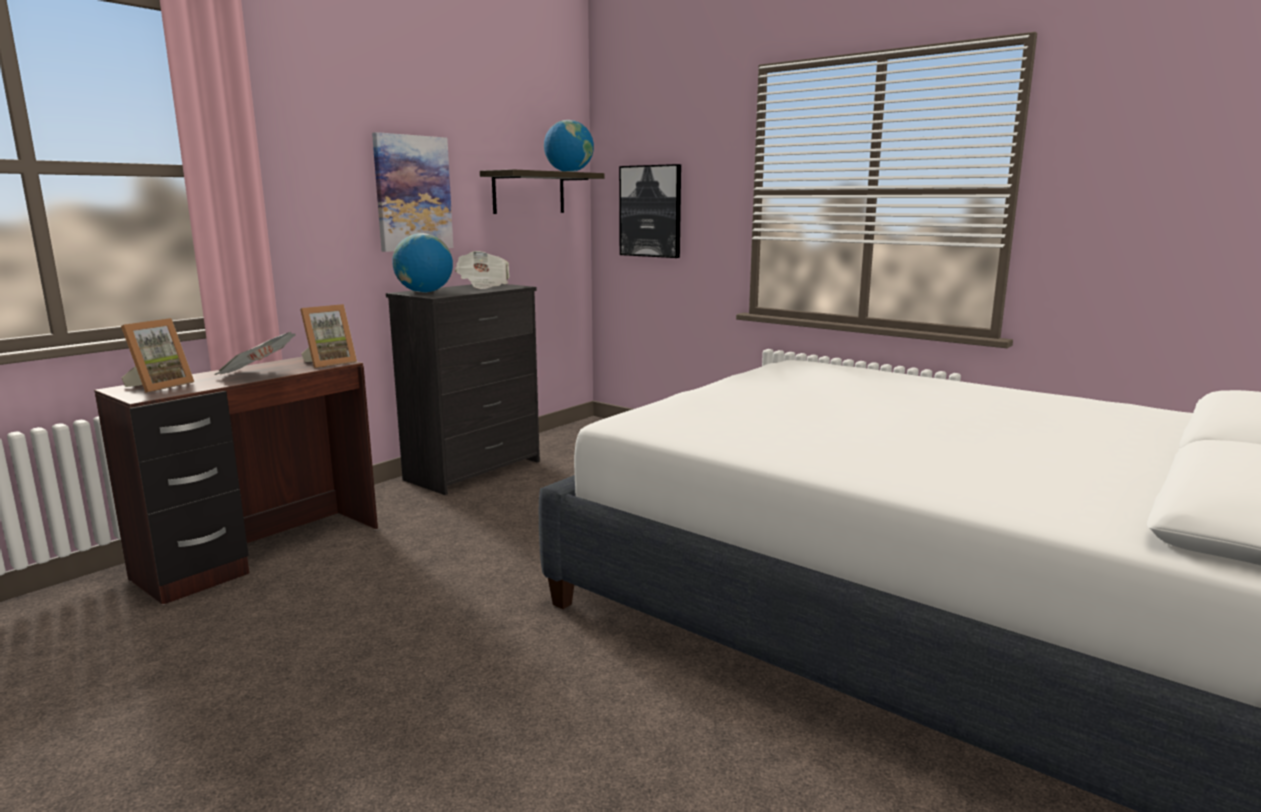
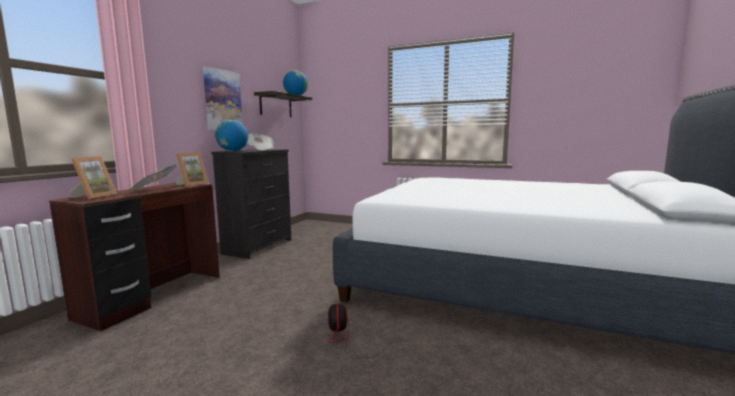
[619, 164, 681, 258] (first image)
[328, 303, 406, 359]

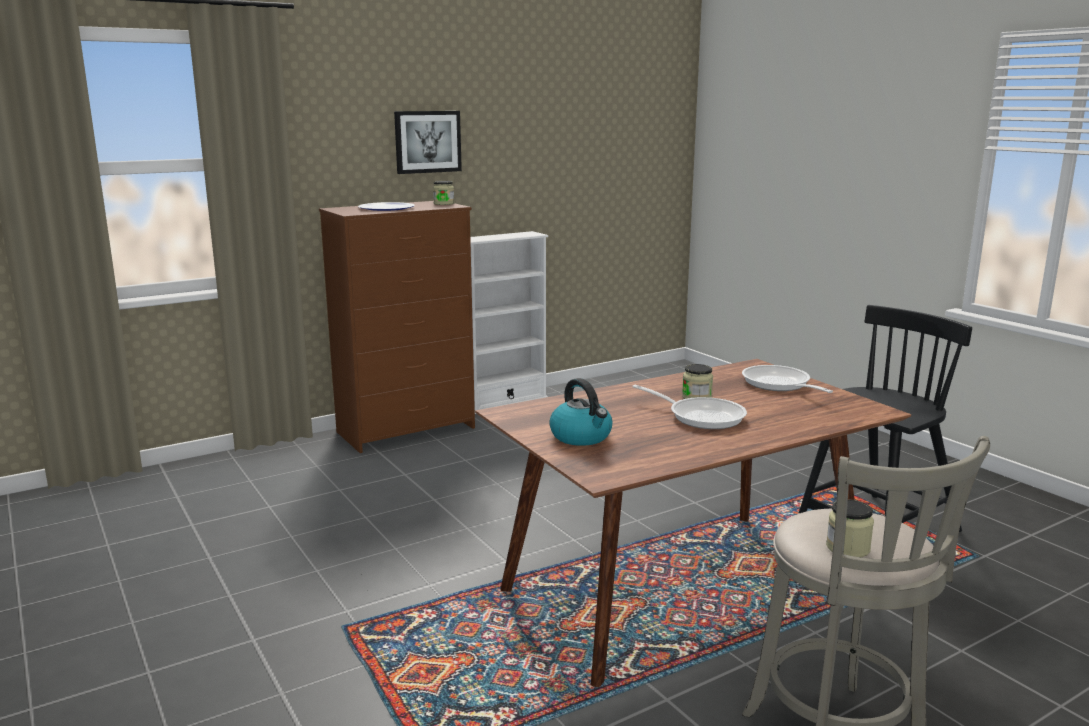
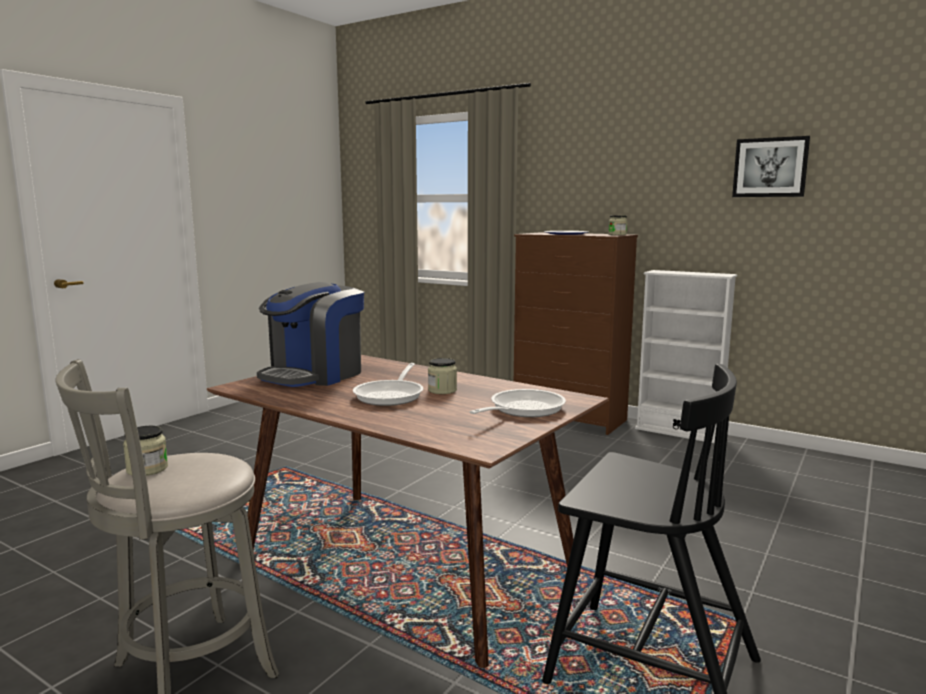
[732, 136, 810, 197]
[257, 282, 364, 387]

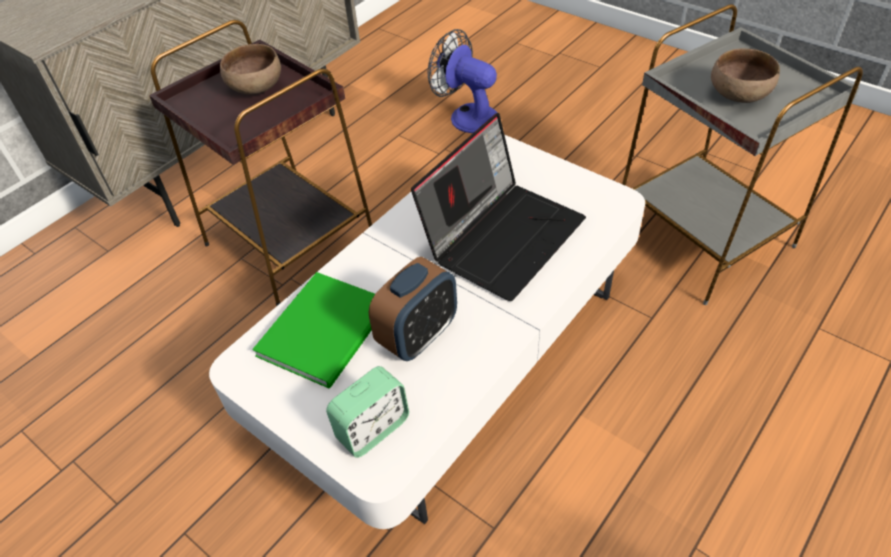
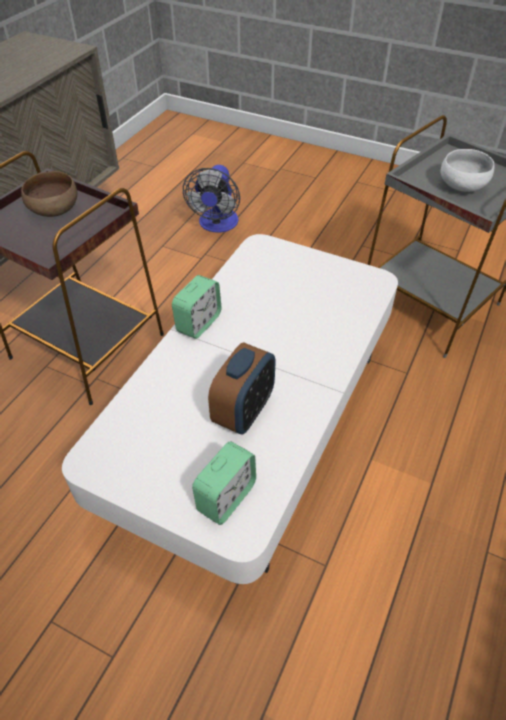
[252, 272, 375, 388] (first image)
[411, 113, 586, 301] (first image)
[172, 275, 222, 339]
[441, 149, 494, 192]
[183, 165, 240, 233]

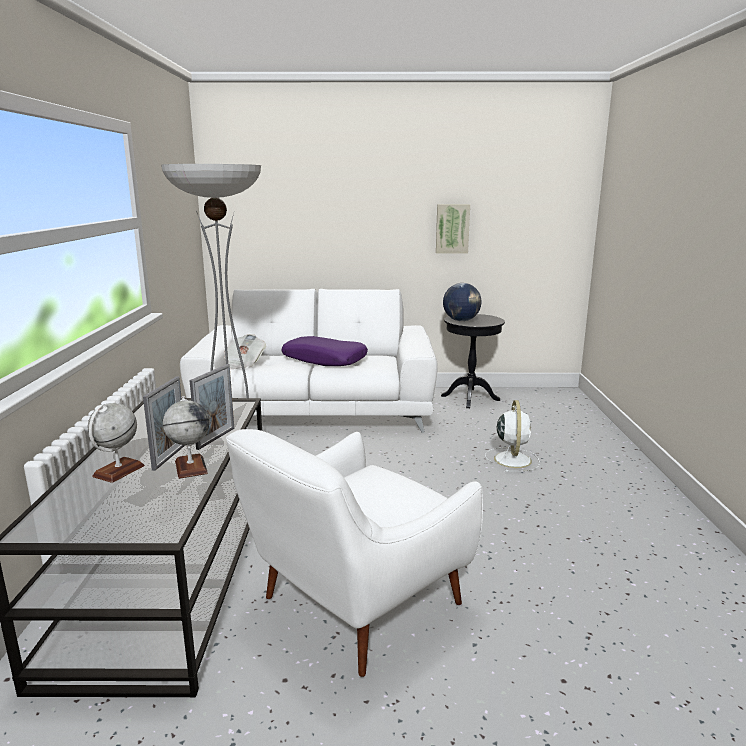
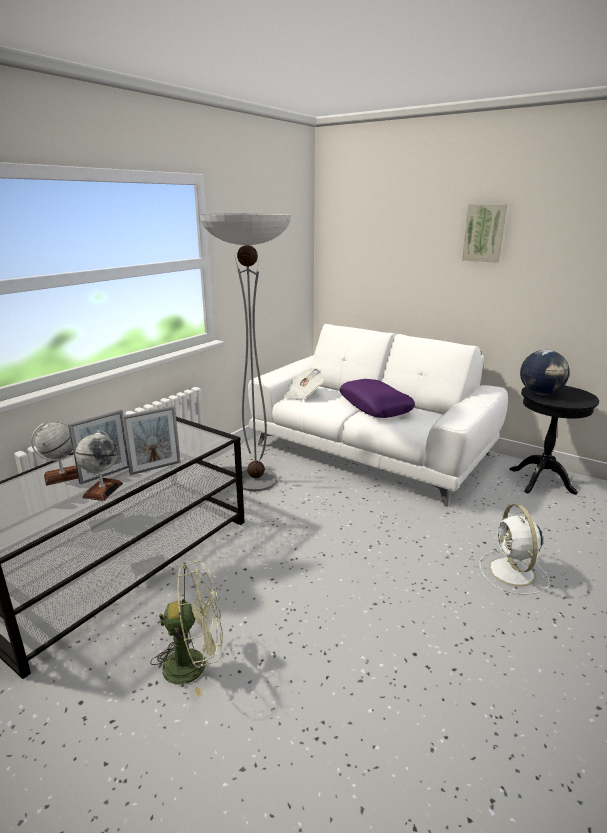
[462, 204, 507, 263]
[150, 561, 223, 698]
[479, 504, 550, 595]

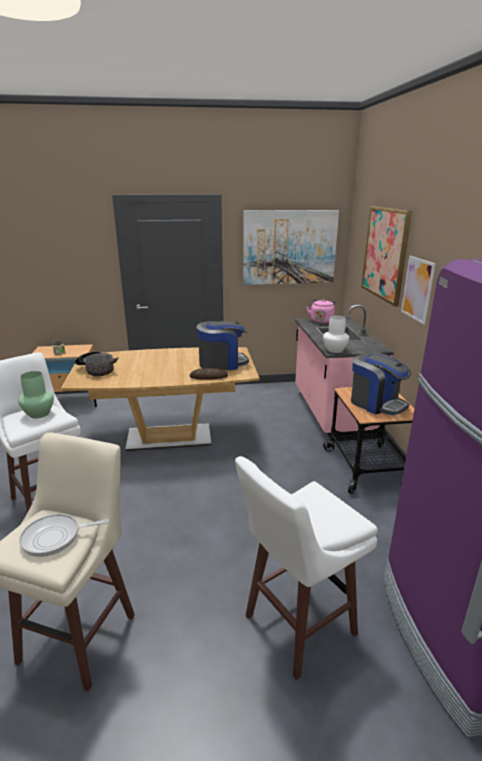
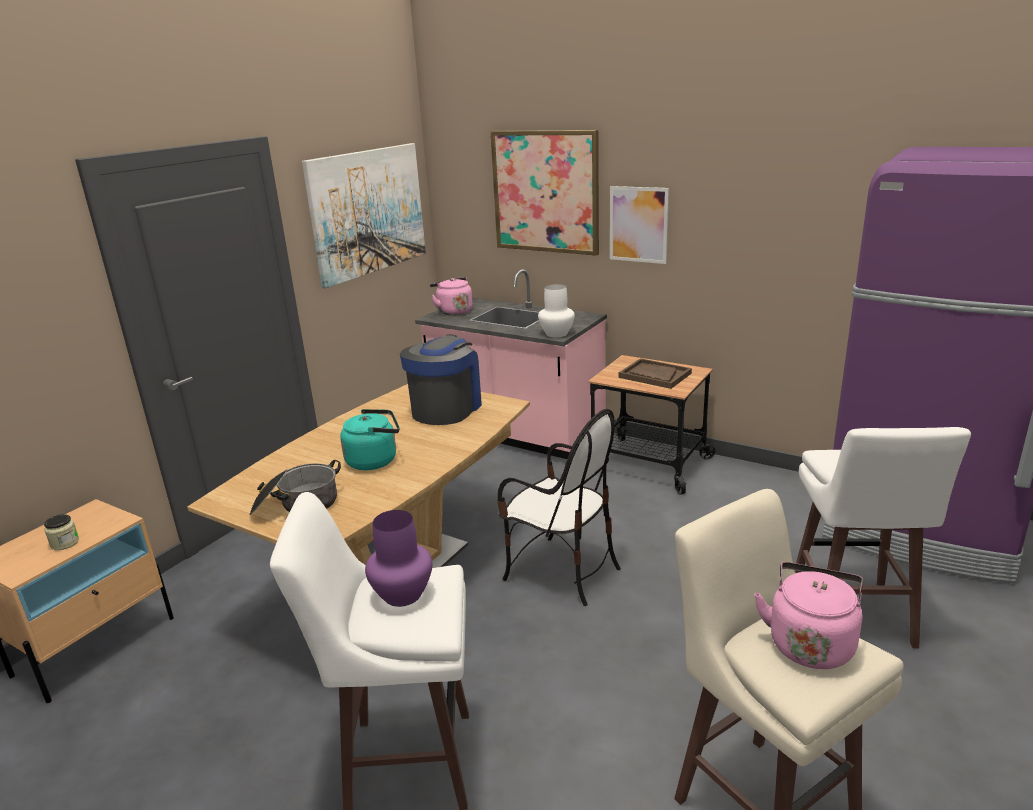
[190, 368, 228, 380] (first image)
[340, 409, 400, 470]
[497, 409, 621, 606]
[754, 562, 863, 669]
[619, 358, 692, 389]
[365, 510, 432, 607]

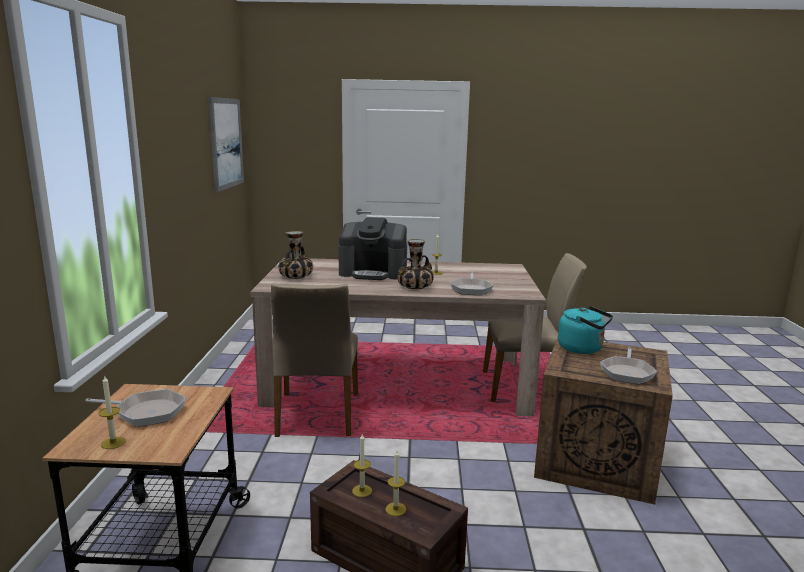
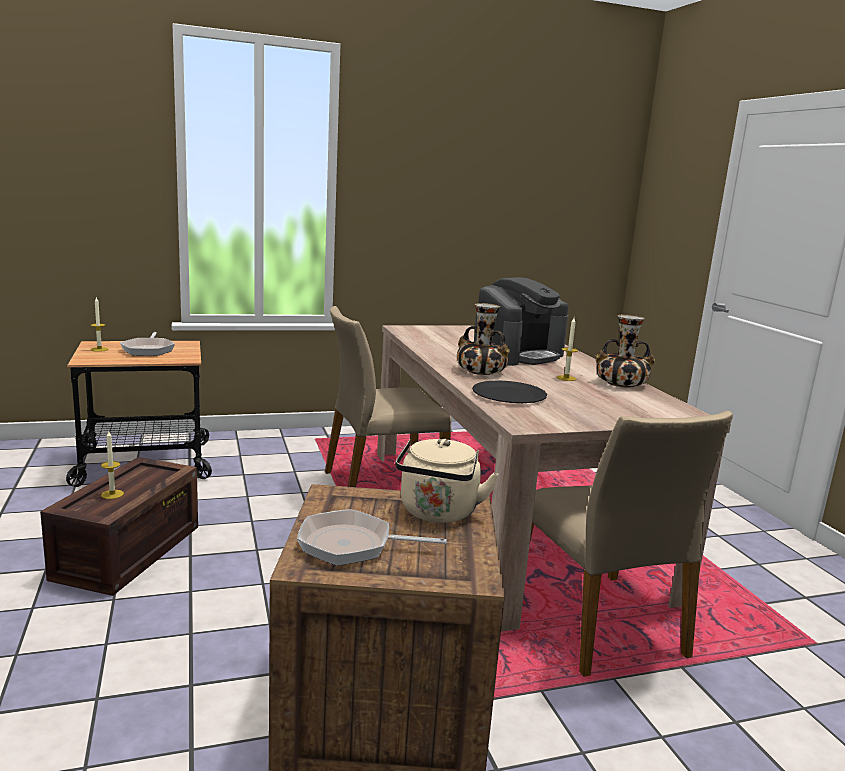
[209, 97, 244, 192] (first image)
[352, 434, 372, 497] (first image)
[595, 314, 655, 388]
[472, 380, 547, 403]
[395, 438, 499, 523]
[474, 277, 568, 366]

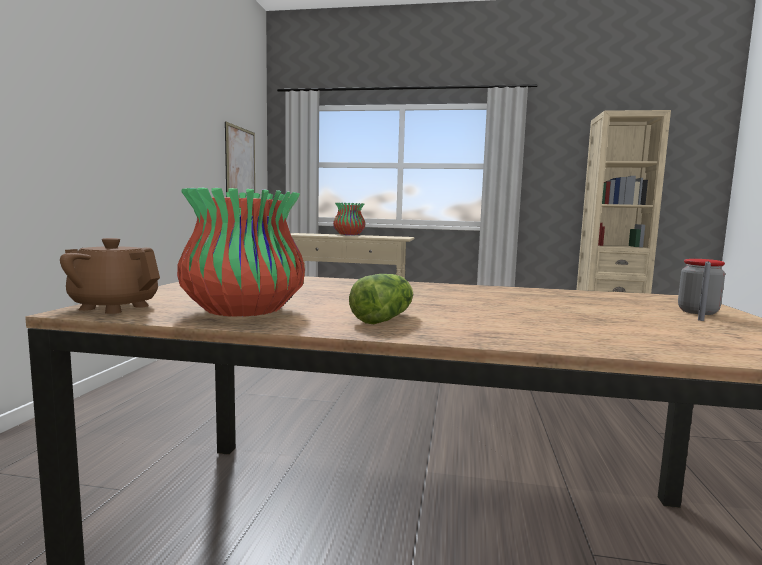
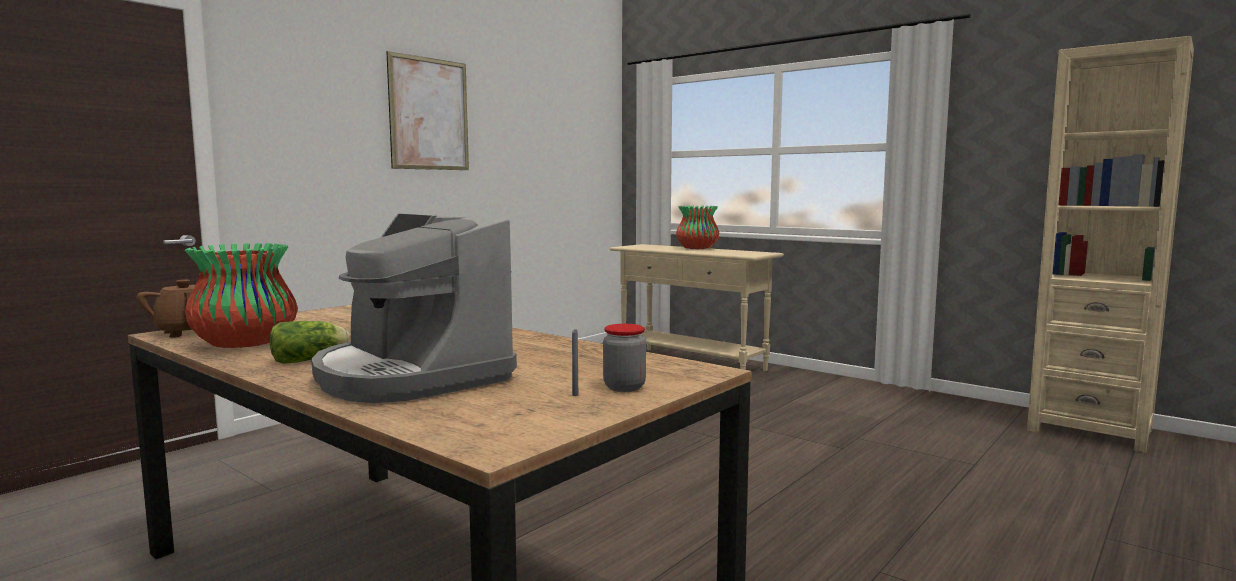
[311, 214, 517, 403]
[386, 51, 469, 170]

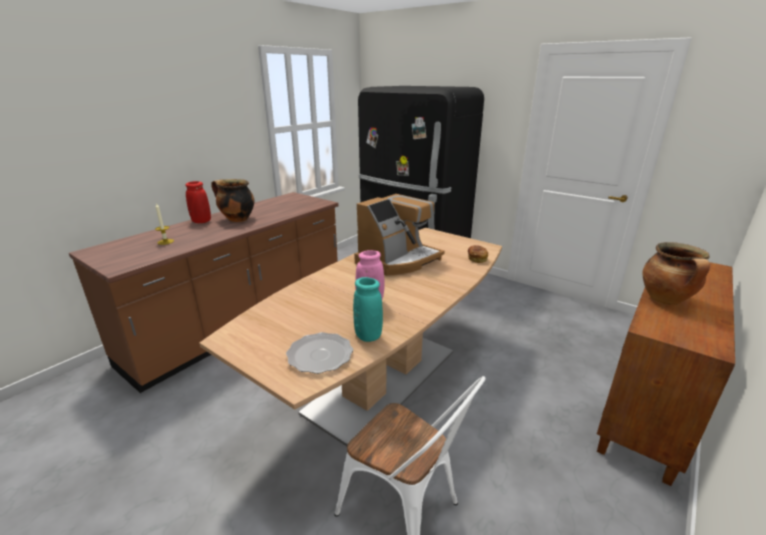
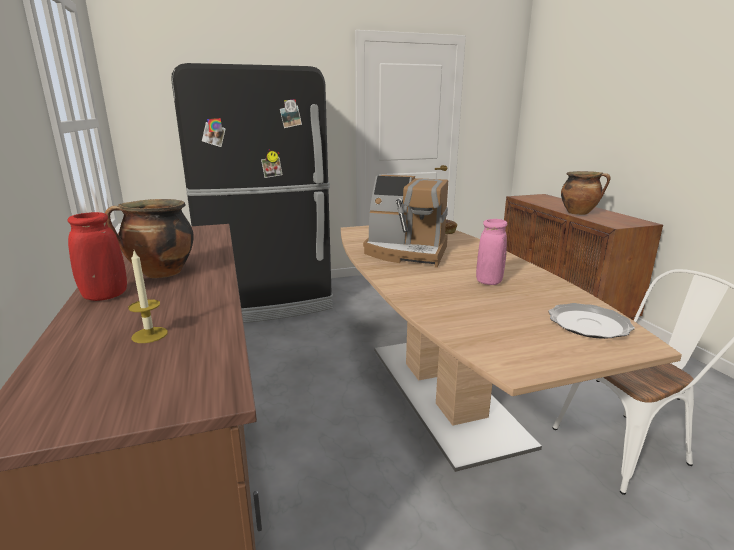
[353, 277, 383, 342] (first image)
[363, 175, 448, 268]

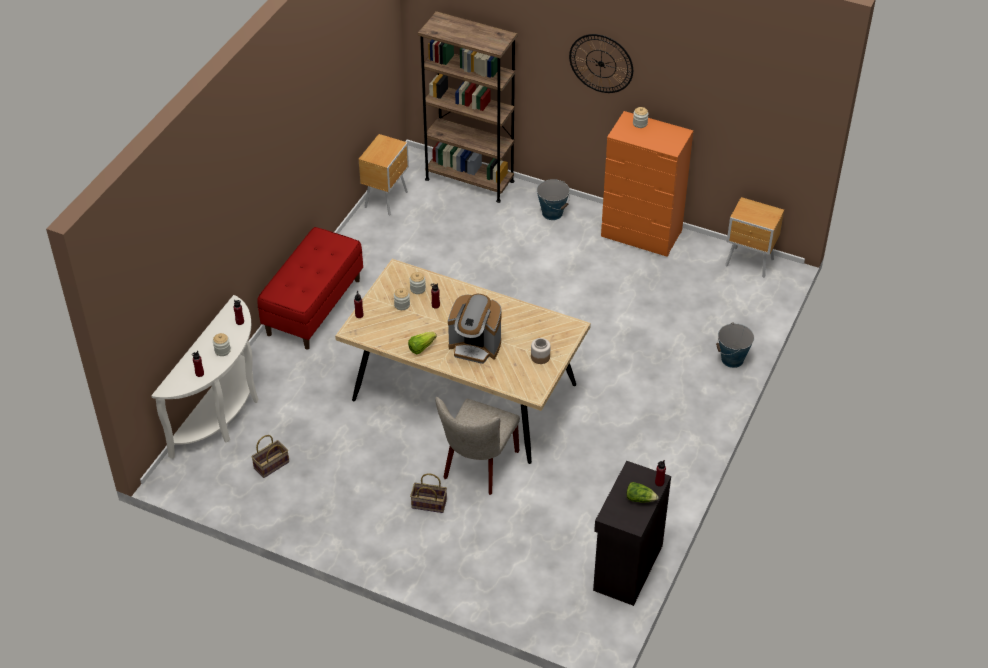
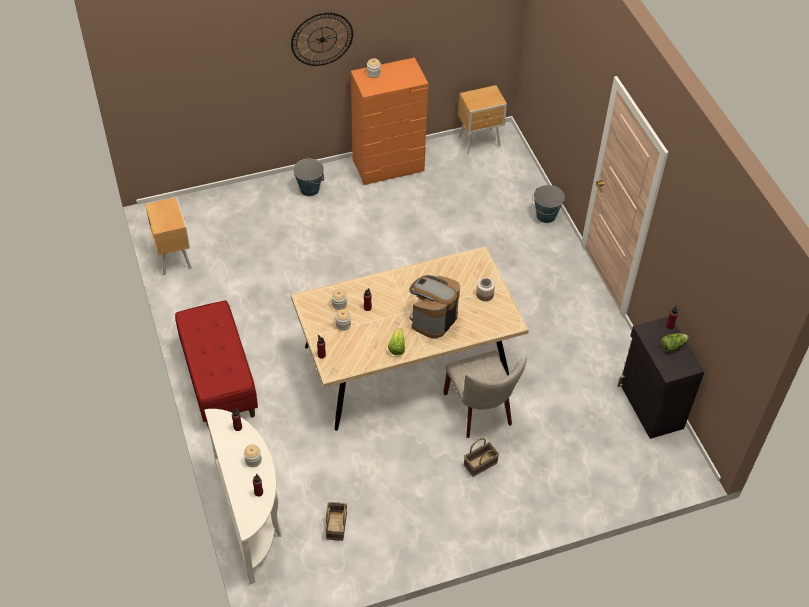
[418, 11, 517, 203] (first image)
[409, 275, 460, 339]

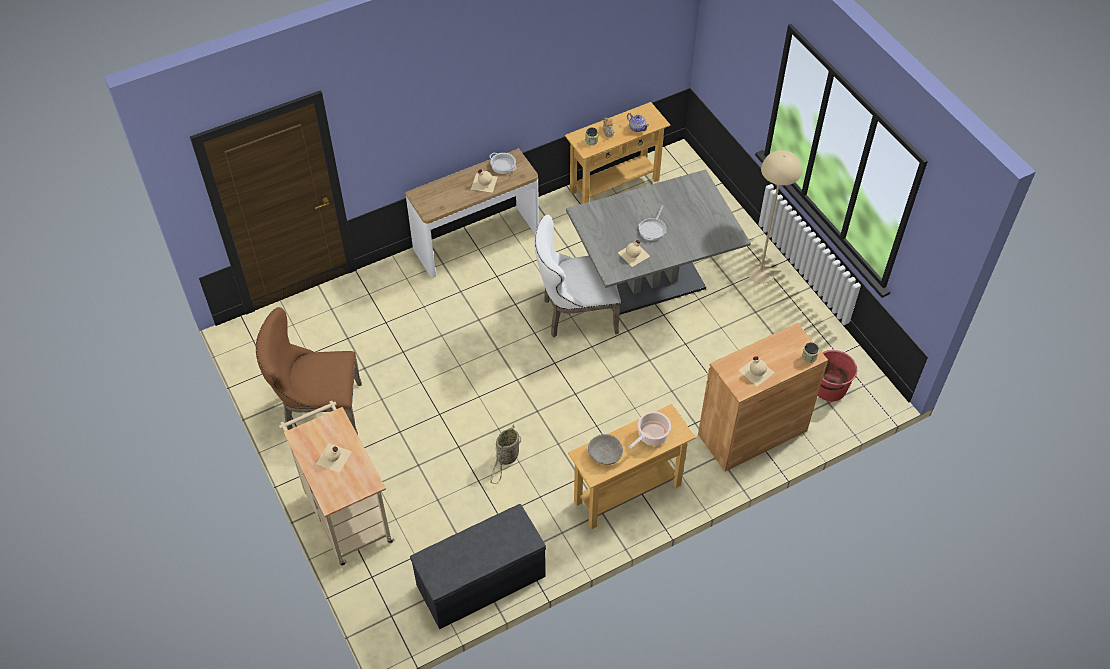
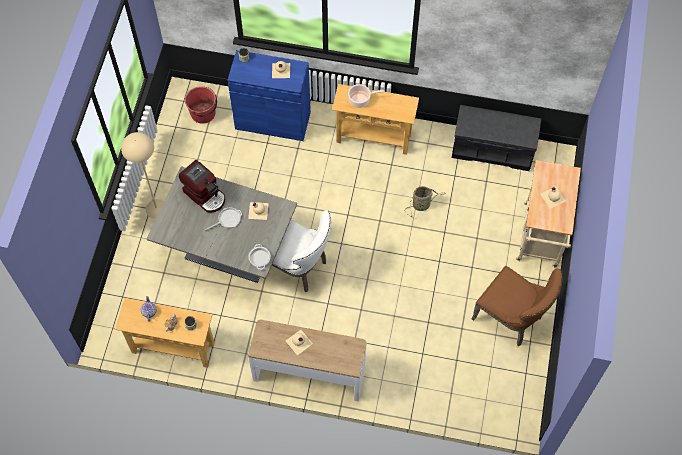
[588, 434, 623, 465] (first image)
[179, 160, 225, 212]
[249, 244, 271, 270]
[227, 50, 311, 141]

